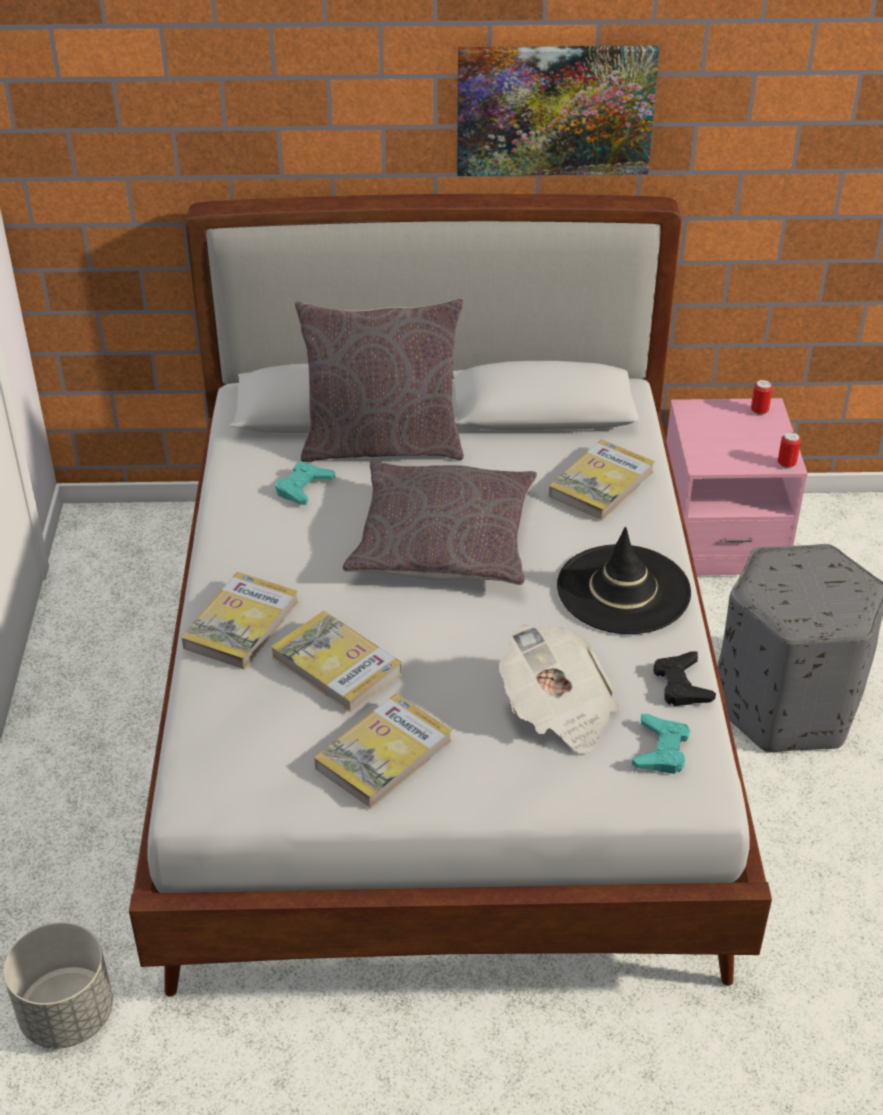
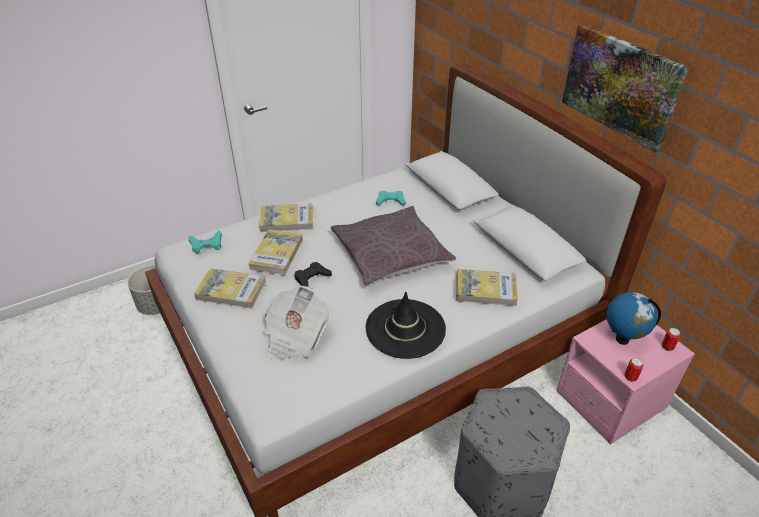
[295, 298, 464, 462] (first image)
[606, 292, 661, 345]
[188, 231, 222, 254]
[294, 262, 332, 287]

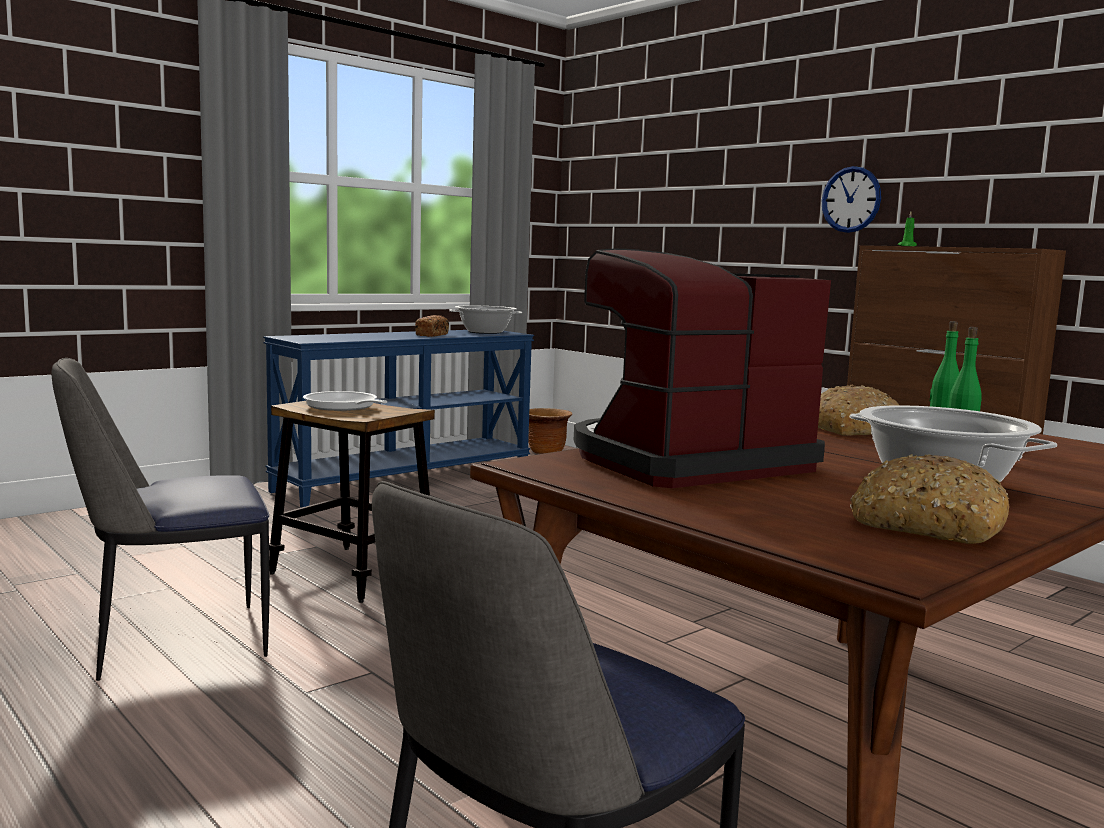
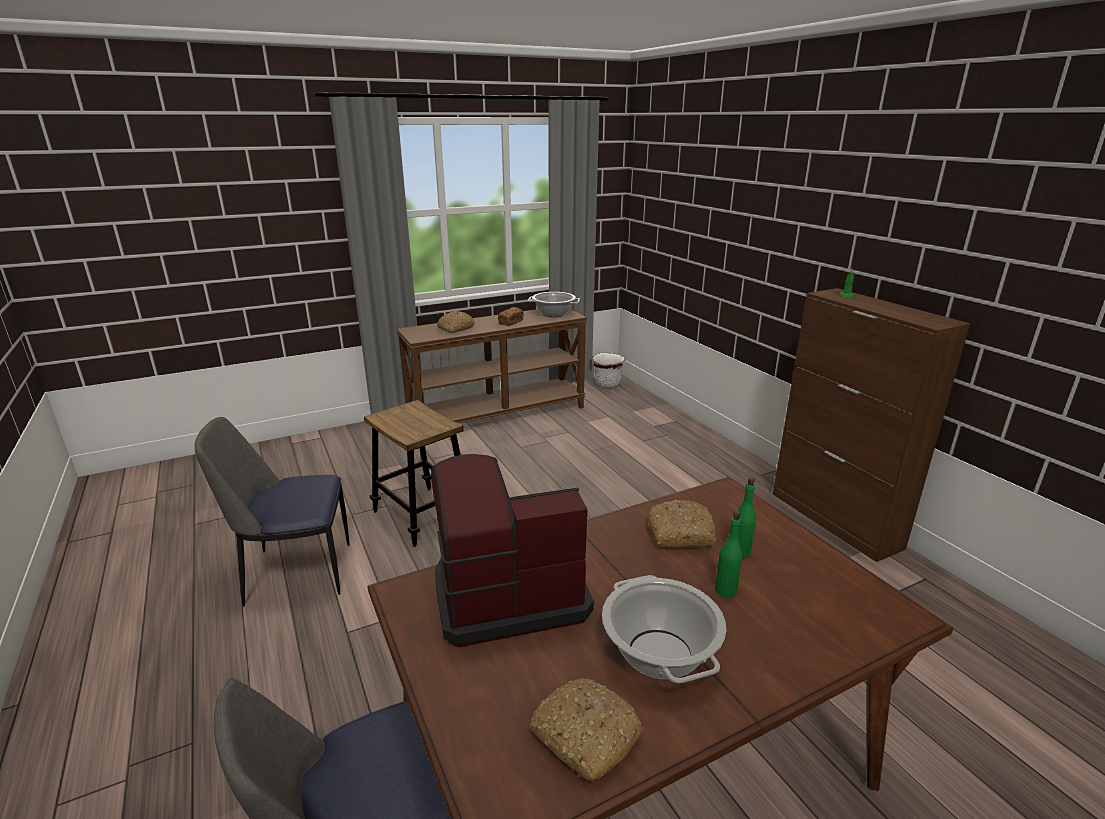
[303, 391, 387, 411] (first image)
[822, 166, 881, 233] (first image)
[437, 311, 475, 333]
[396, 309, 587, 424]
[591, 353, 626, 388]

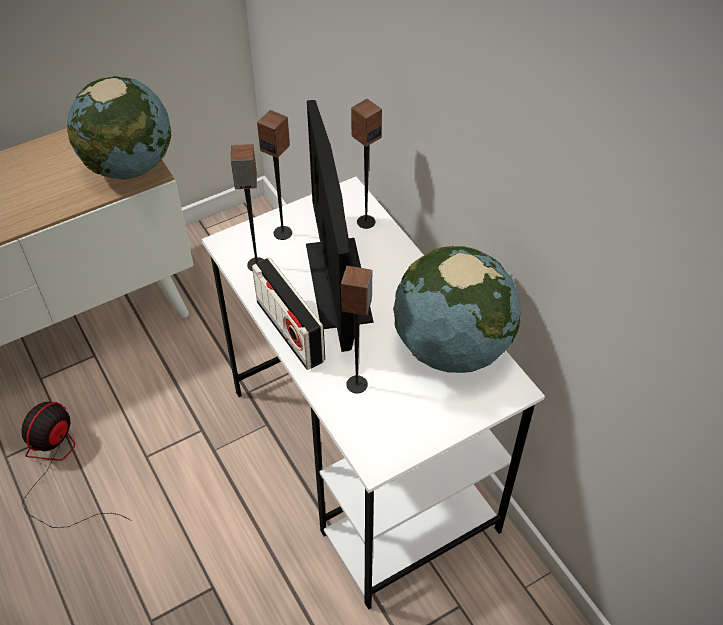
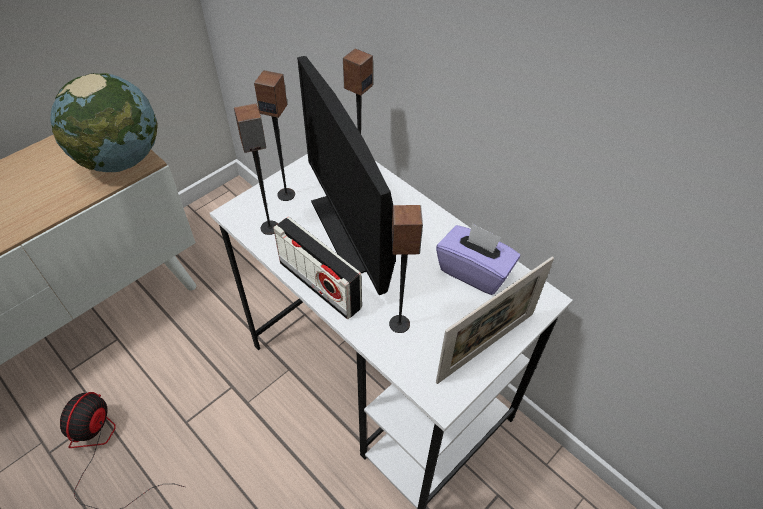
[436, 256, 554, 384]
[436, 223, 520, 295]

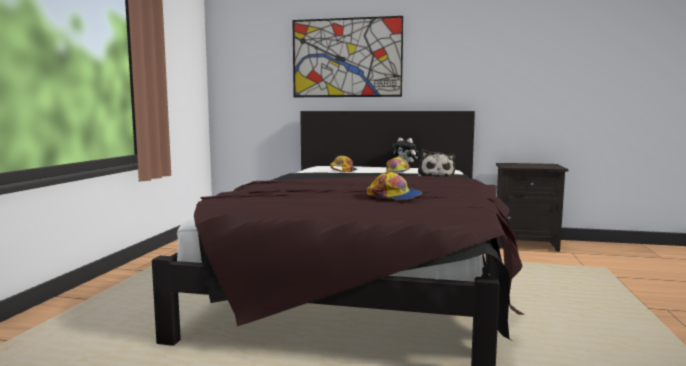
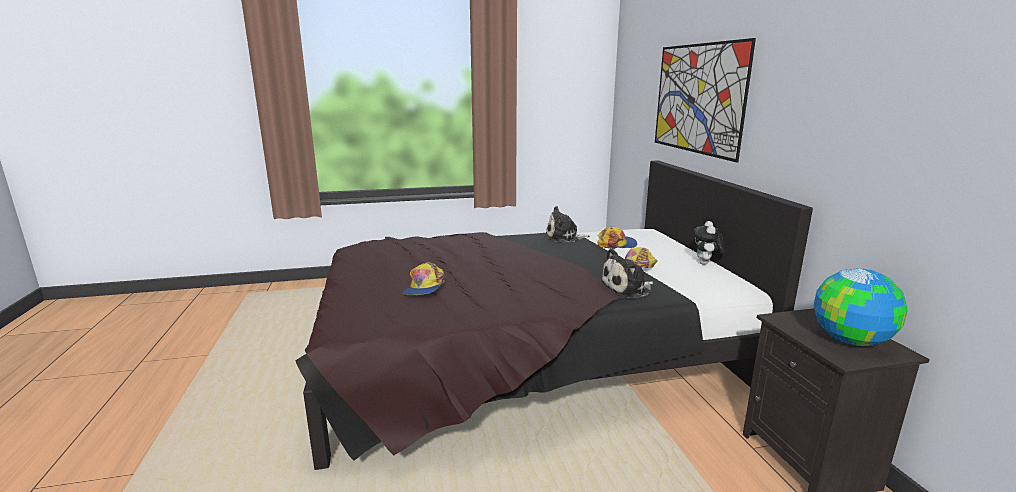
[546, 206, 590, 242]
[813, 268, 908, 346]

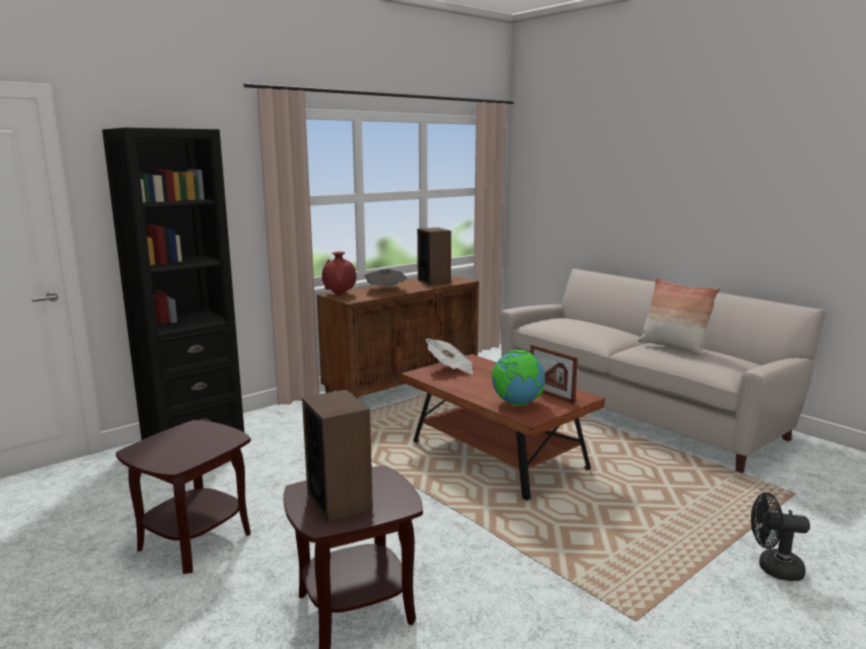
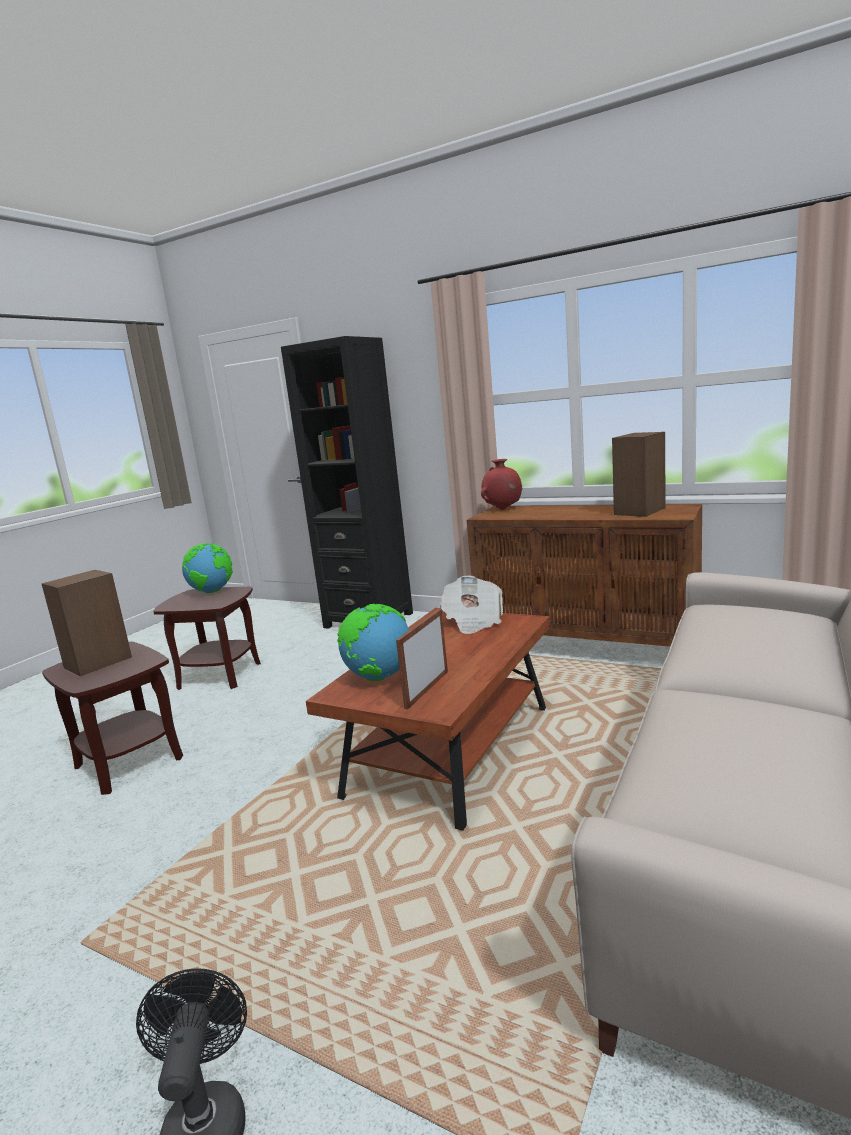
[364, 269, 407, 286] (first image)
[638, 277, 720, 356] (first image)
[182, 543, 233, 593]

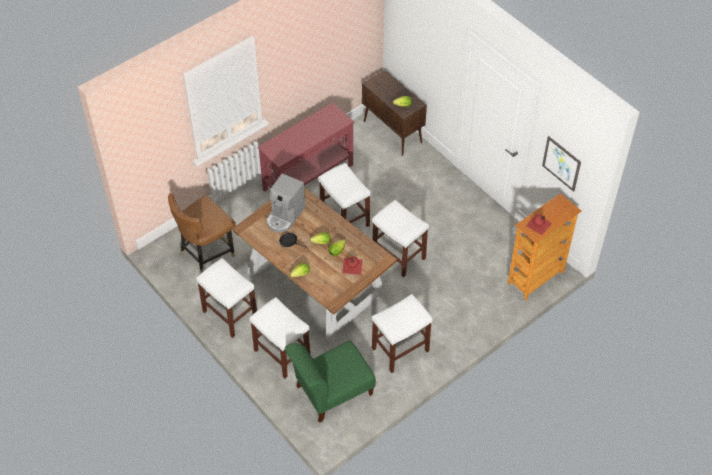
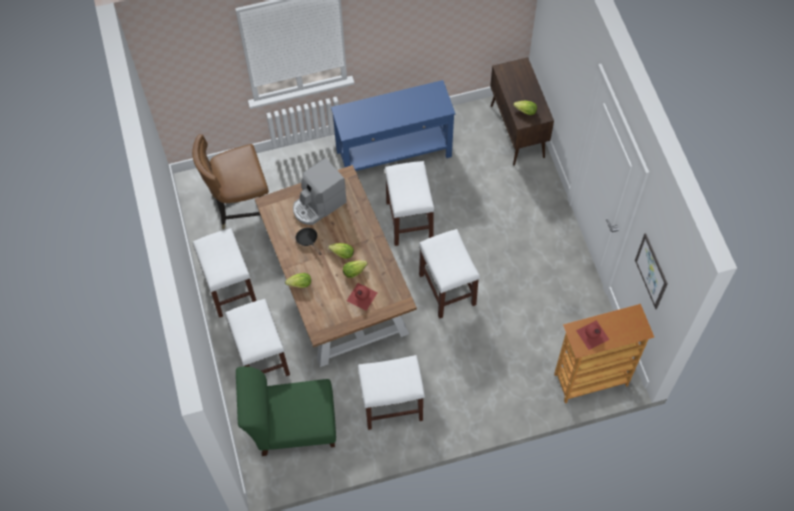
[331, 80, 455, 171]

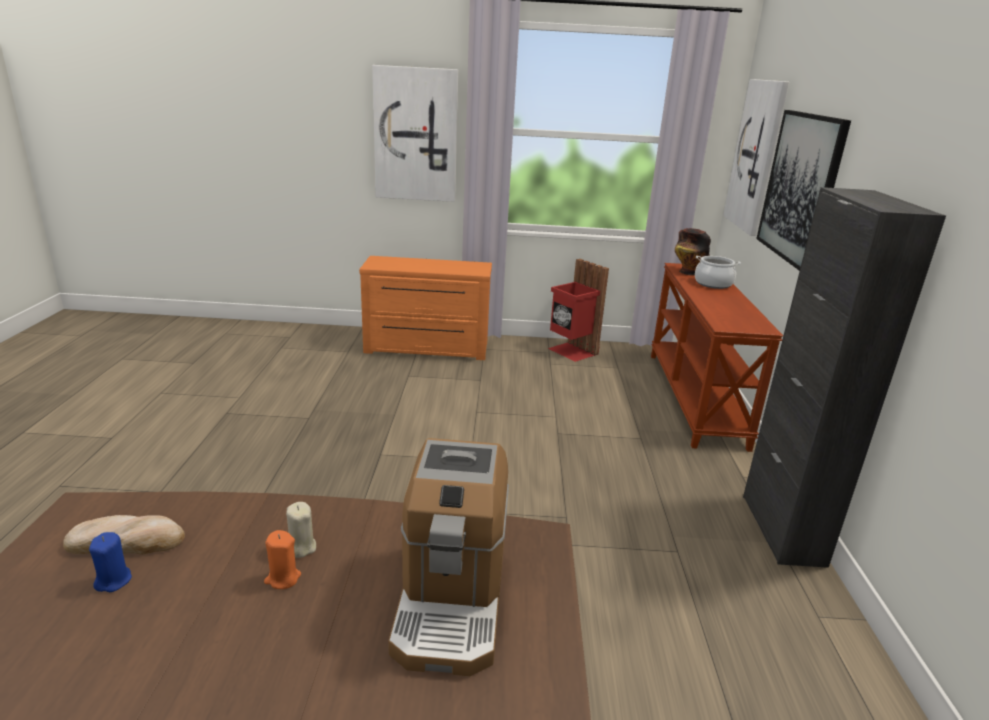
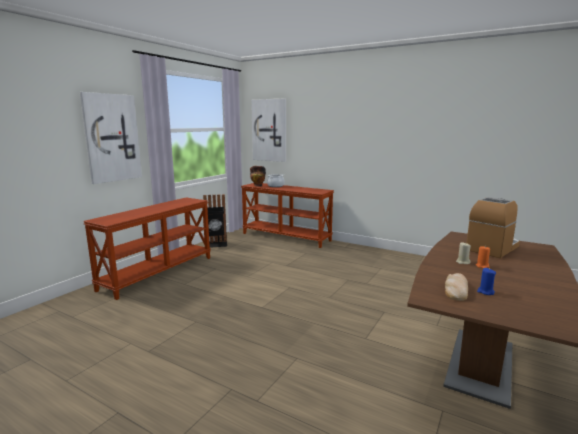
[743, 187, 946, 568] (first image)
[756, 110, 851, 271] (first image)
[83, 198, 211, 300]
[203, 194, 227, 248]
[467, 197, 520, 258]

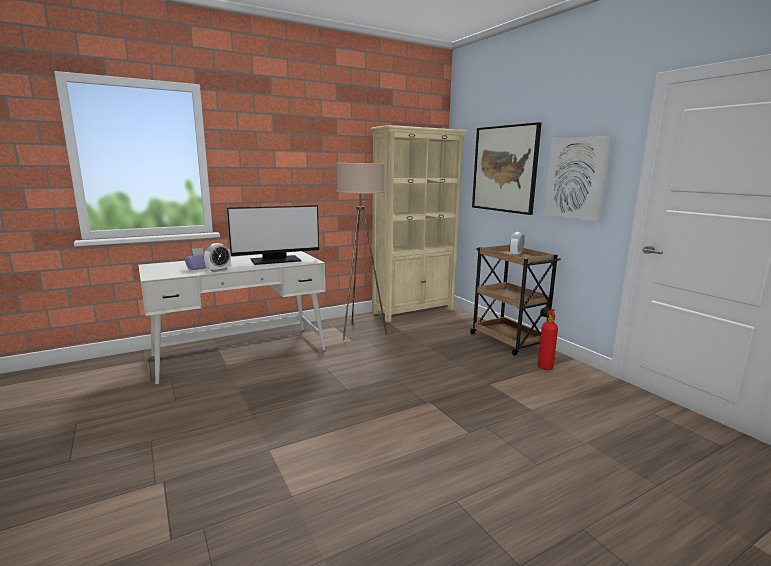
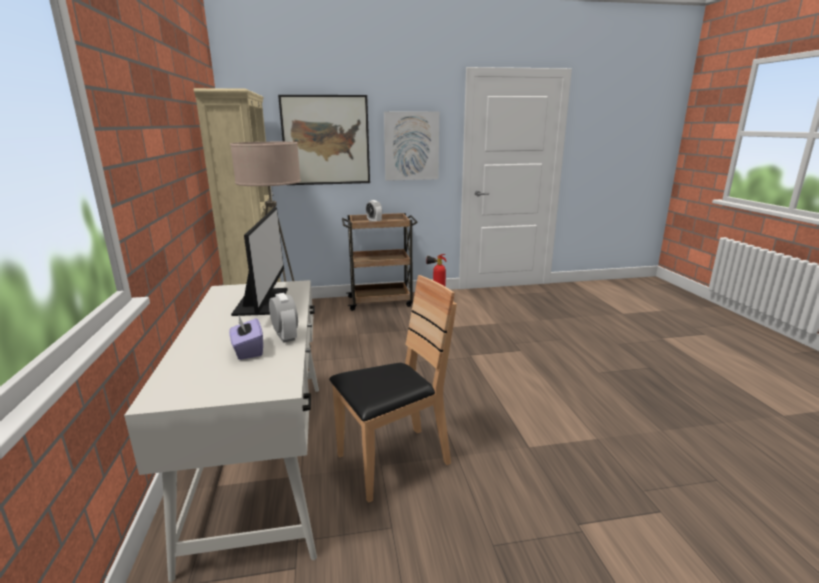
[329, 275, 457, 503]

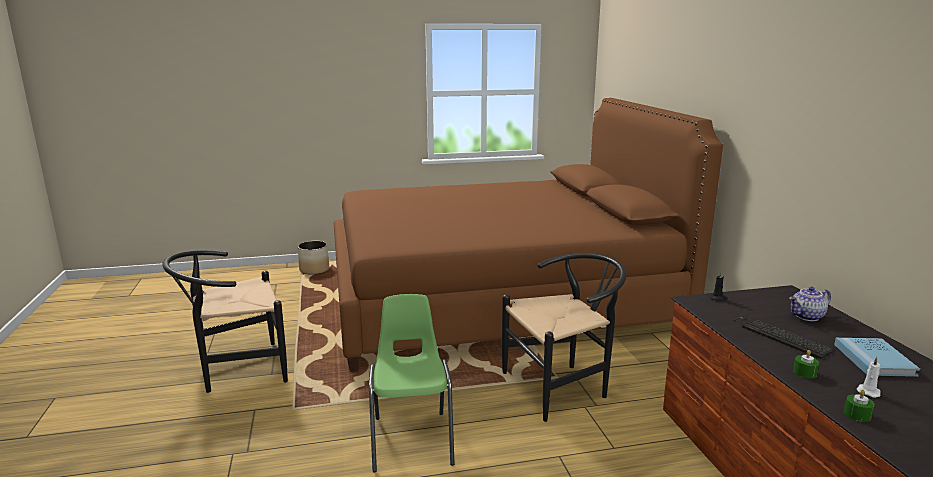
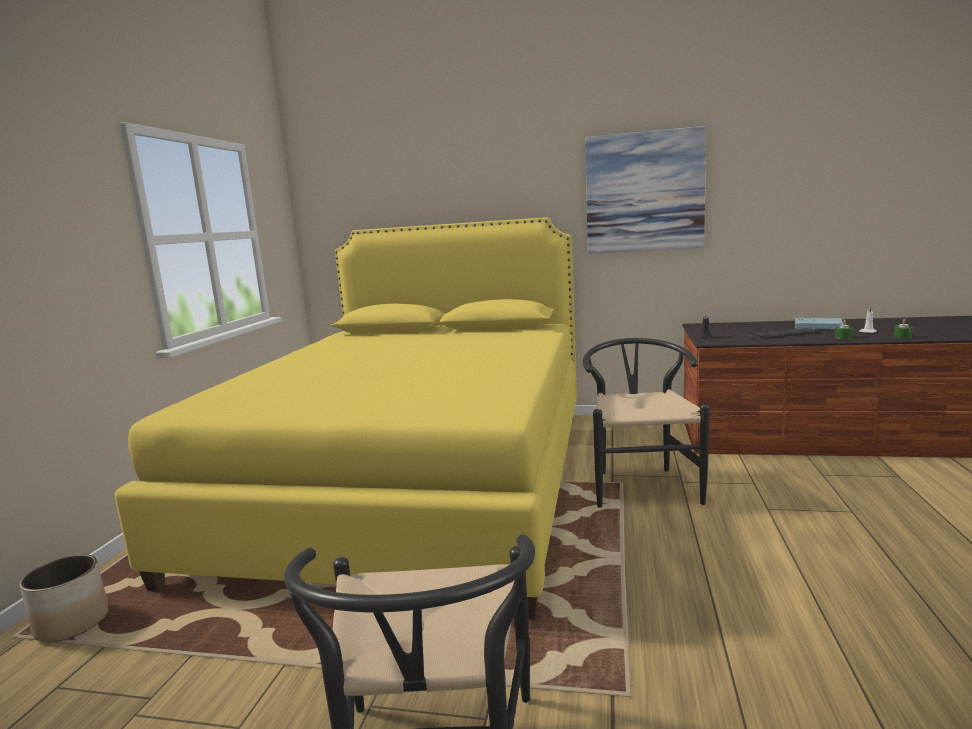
[369, 294, 455, 472] (first image)
[789, 287, 831, 321] (first image)
[585, 126, 706, 254]
[114, 217, 577, 619]

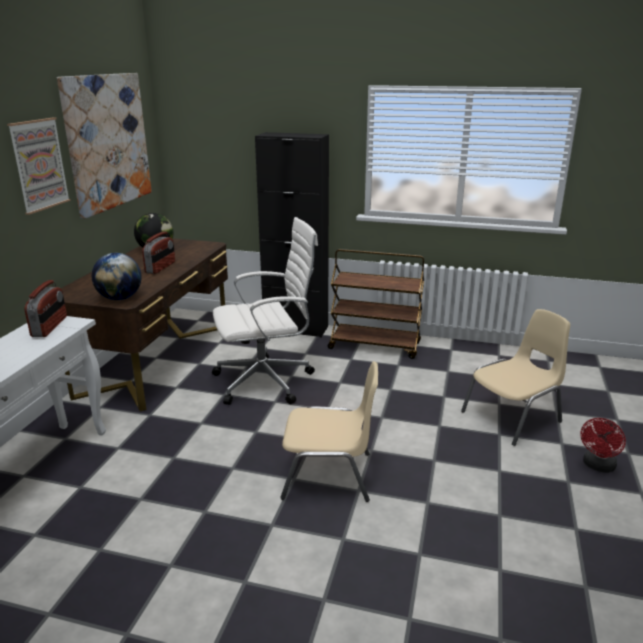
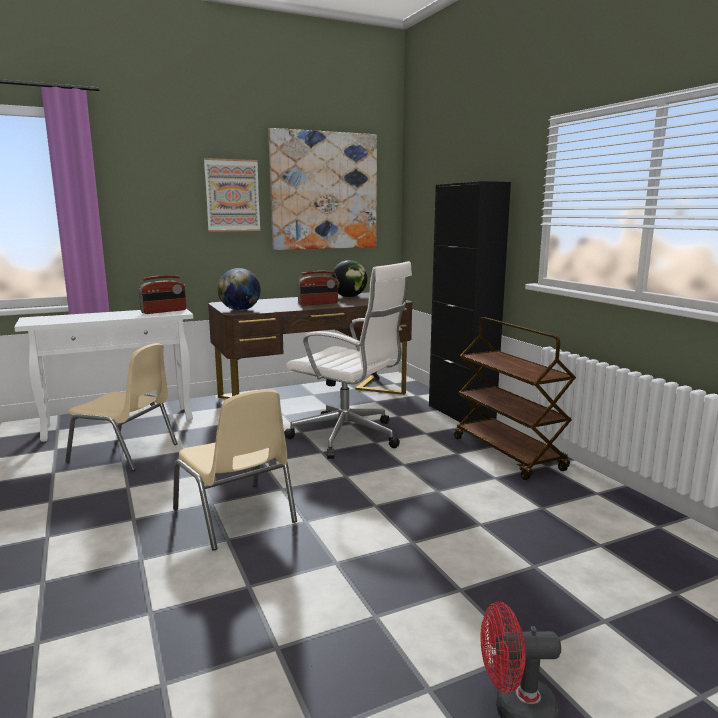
[65, 343, 178, 471]

